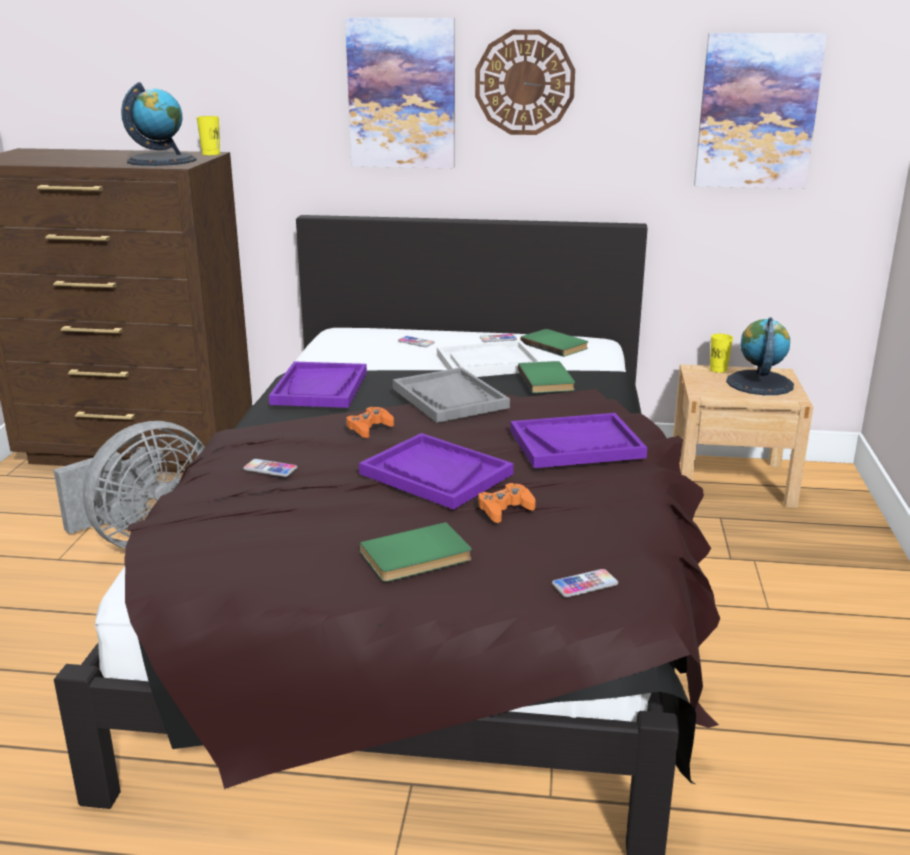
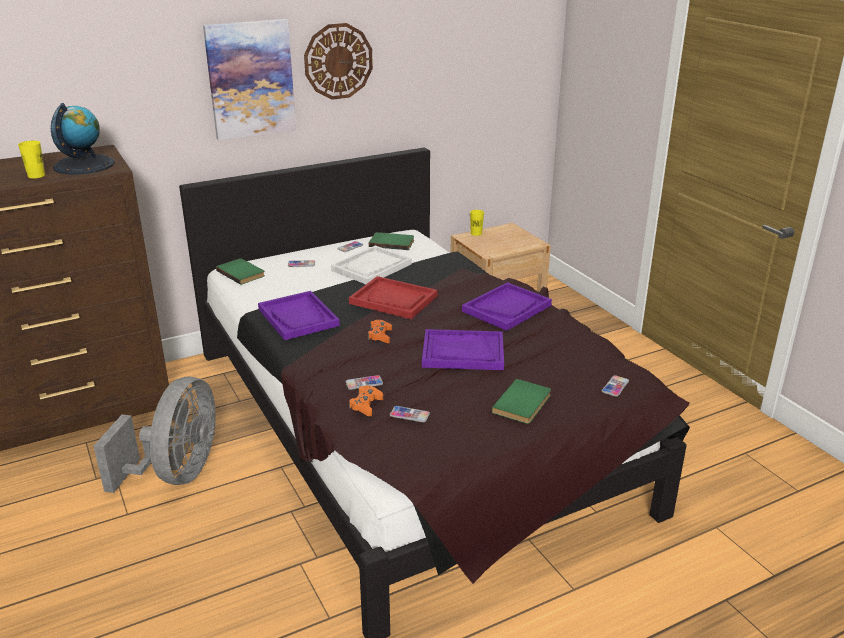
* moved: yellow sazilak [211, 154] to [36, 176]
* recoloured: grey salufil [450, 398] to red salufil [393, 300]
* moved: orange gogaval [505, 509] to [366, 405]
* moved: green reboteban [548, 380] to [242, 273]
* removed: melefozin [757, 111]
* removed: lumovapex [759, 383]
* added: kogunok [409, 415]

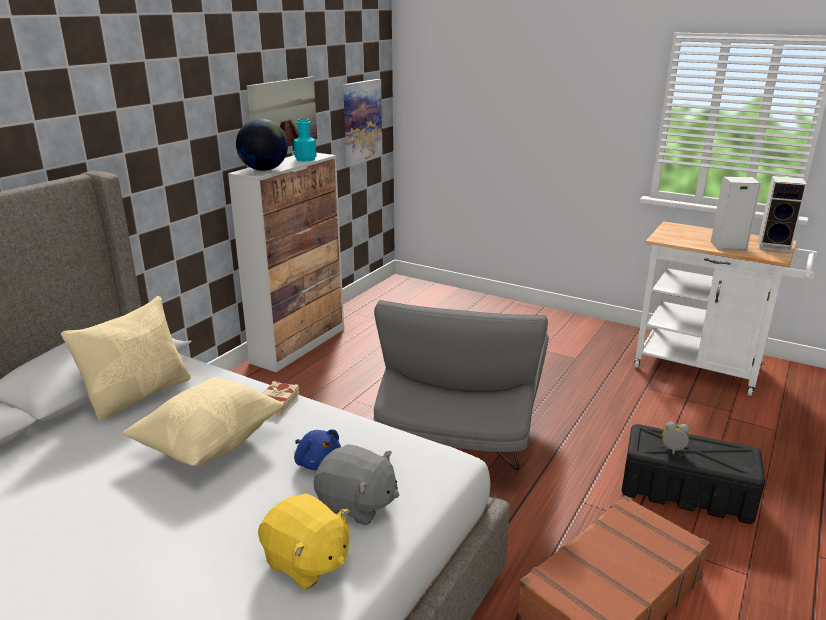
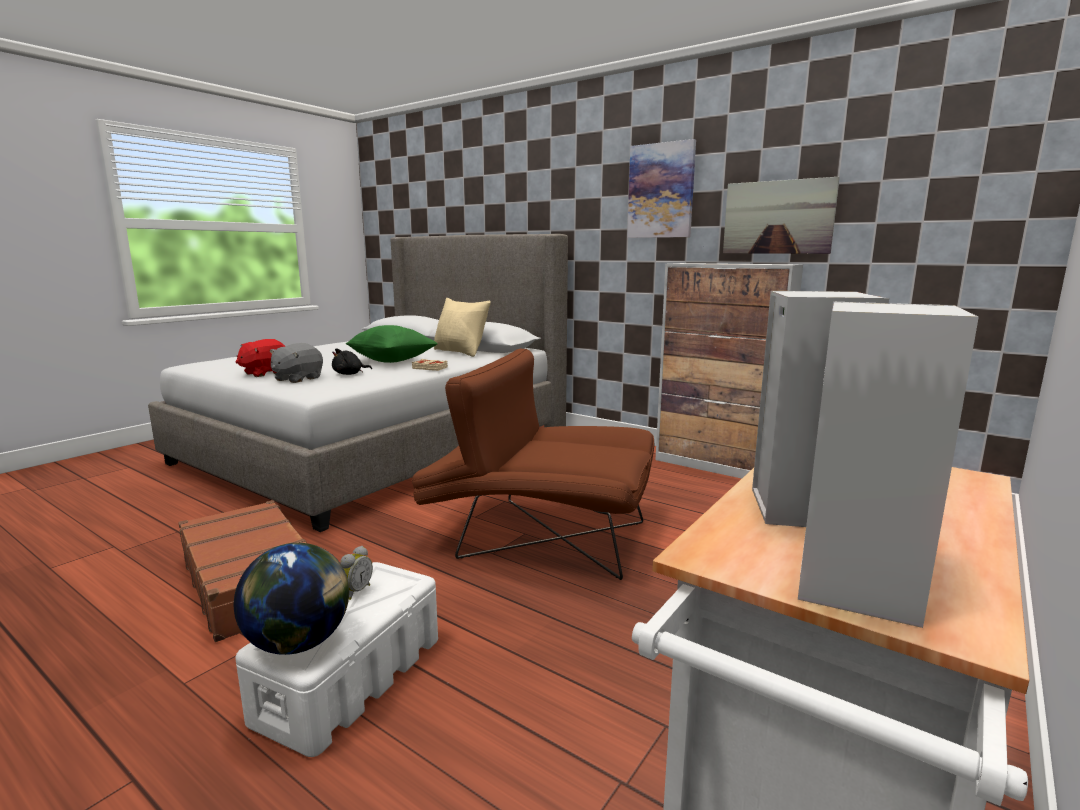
* recoloured: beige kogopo [210, 443] to green kogopo [392, 361]
* moved: lumovapex [264, 170] to [299, 643]
* recoloured: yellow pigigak [306, 562] to red pigigak [265, 373]
* removed: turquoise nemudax [305, 159]
* recoloured: blue pigigak [317, 462] to black pigigak [350, 374]
* moved: melefozin [361, 121] to [661, 191]
* recoloured: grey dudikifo [461, 431] to brown dudikifo [539, 535]
* recoloured: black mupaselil [685, 492] to white mupaselil [352, 678]

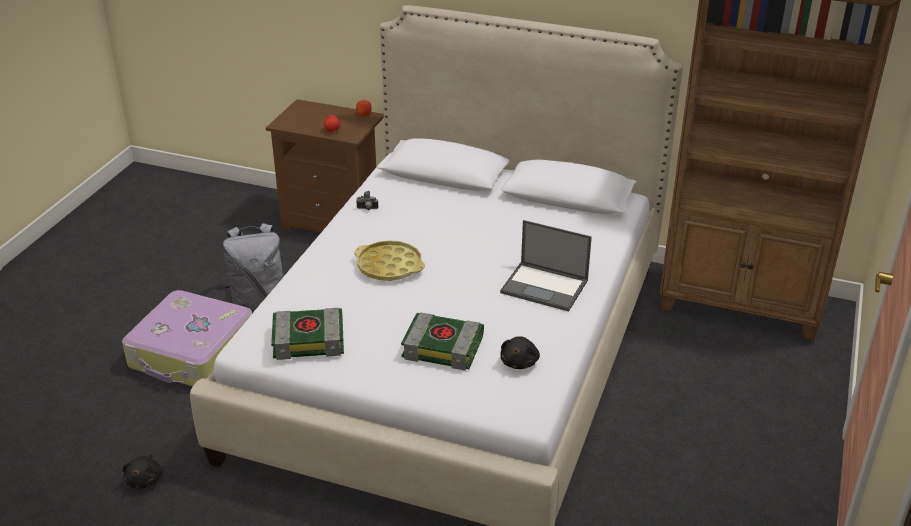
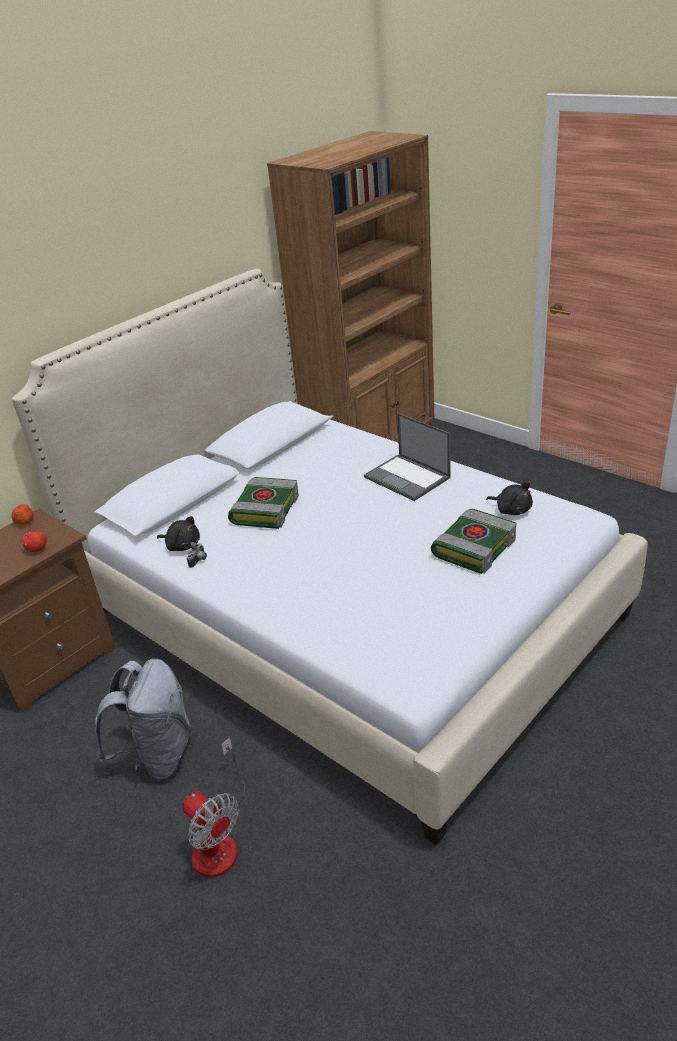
* replaced: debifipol [192, 353] to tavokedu [218, 840]
* moved: black pigigak [145, 479] to [182, 545]
* moved: reboteban [310, 339] to [265, 509]
* removed: yellow salufil [389, 266]
* turned: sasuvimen [545, 287] = [408, 477] 90 degrees clockwise

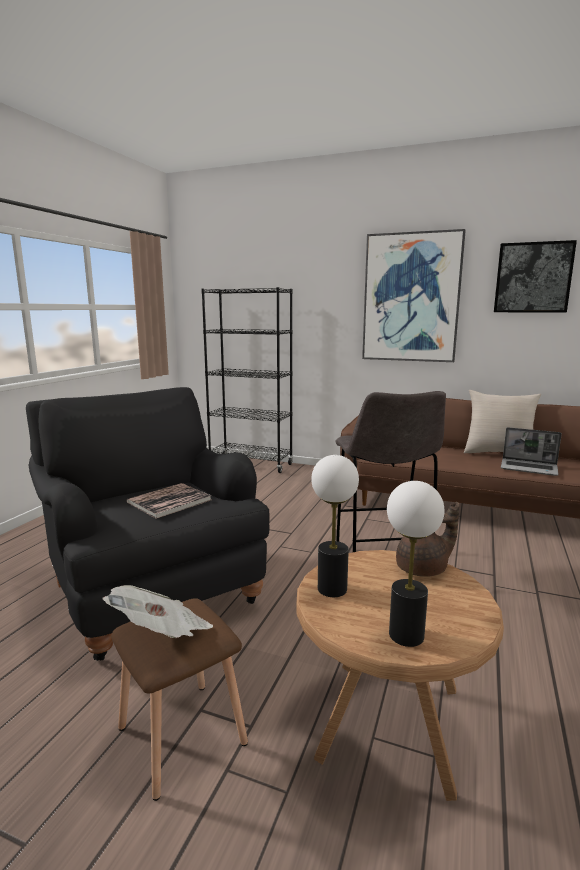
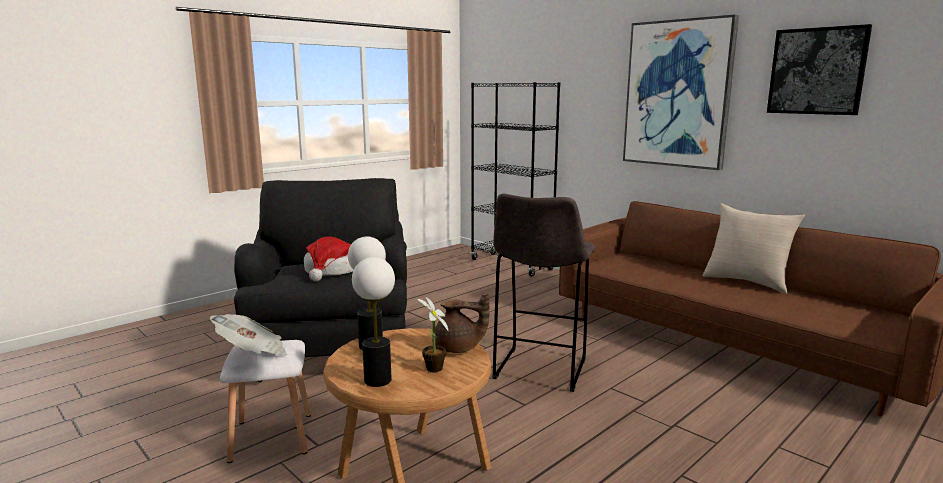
* recoloured: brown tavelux [180, 735] to white tavelux [271, 436]
* replaced: reboteban [169, 501] to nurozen [331, 271]
* removed: sasuvimen [529, 468]
* added: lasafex [433, 370]

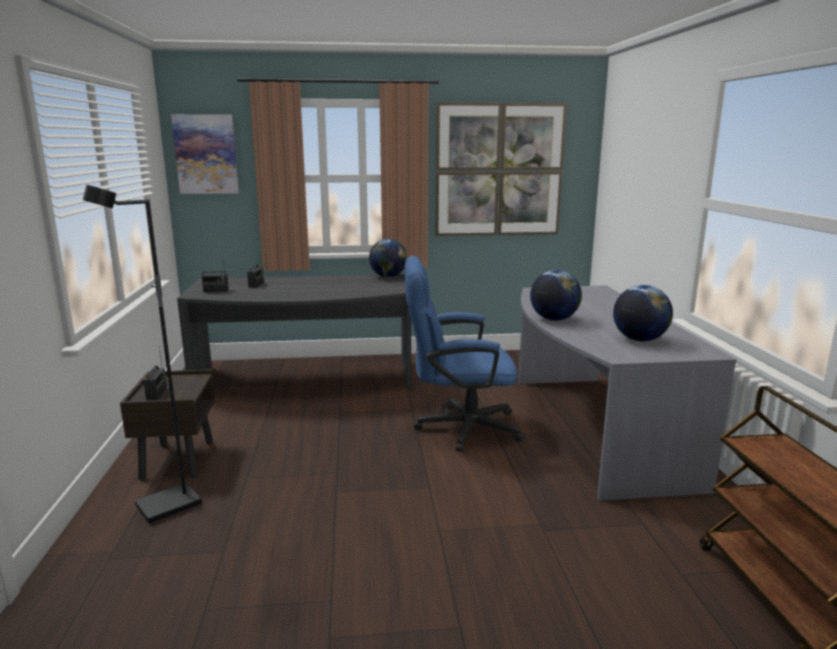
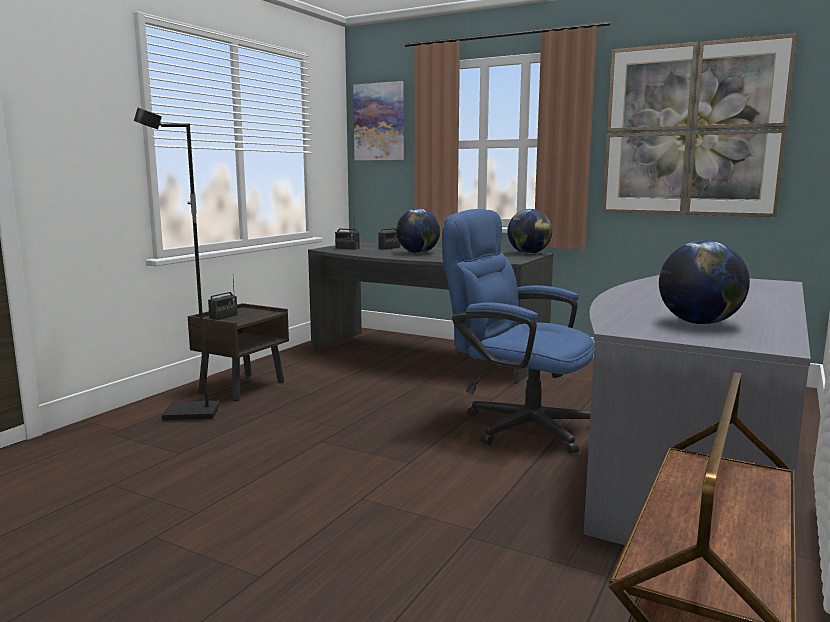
* moved: lumovapex [554, 319] to [418, 253]

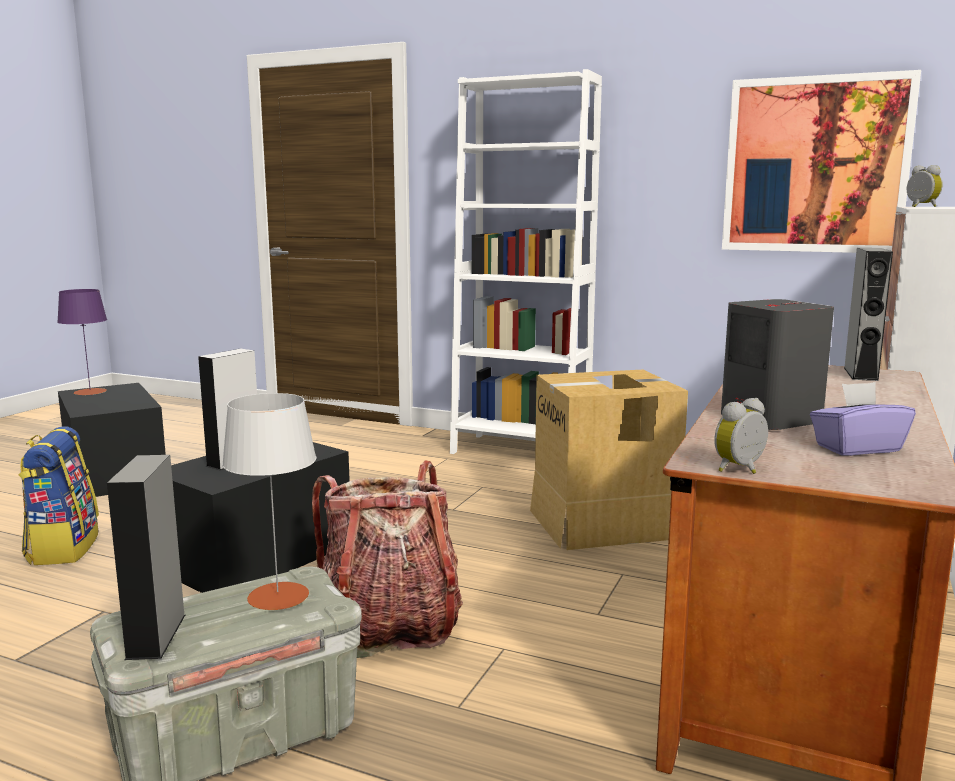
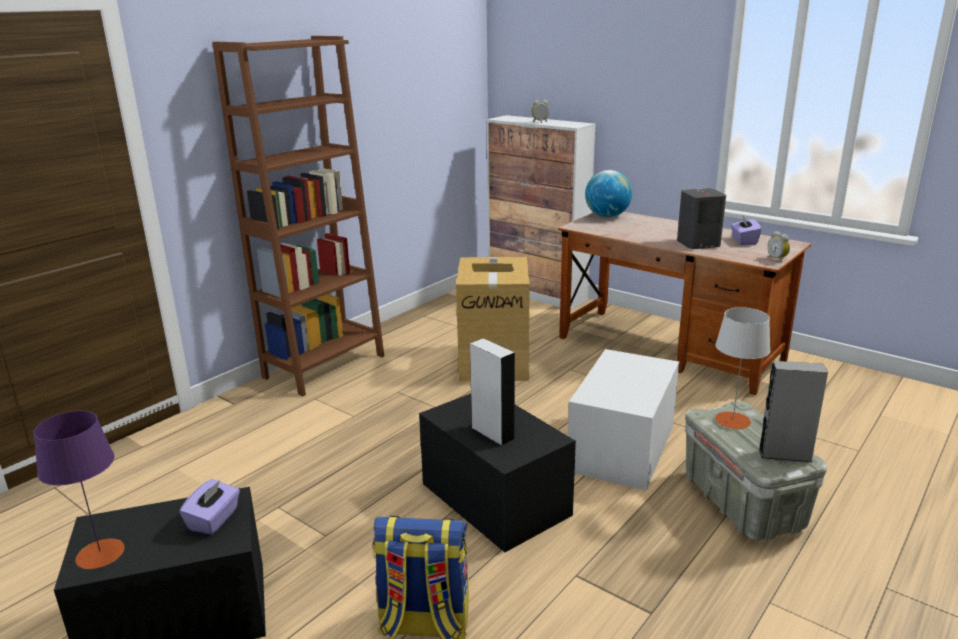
* replaced: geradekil [389, 626] to white mupaselil [622, 448]
* recoloured: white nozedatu [520, 451] to brown nozedatu [324, 366]
* removed: melefozin [815, 165]
* replaced: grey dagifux [860, 374] to lumovapex [607, 216]
* added: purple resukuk [214, 520]

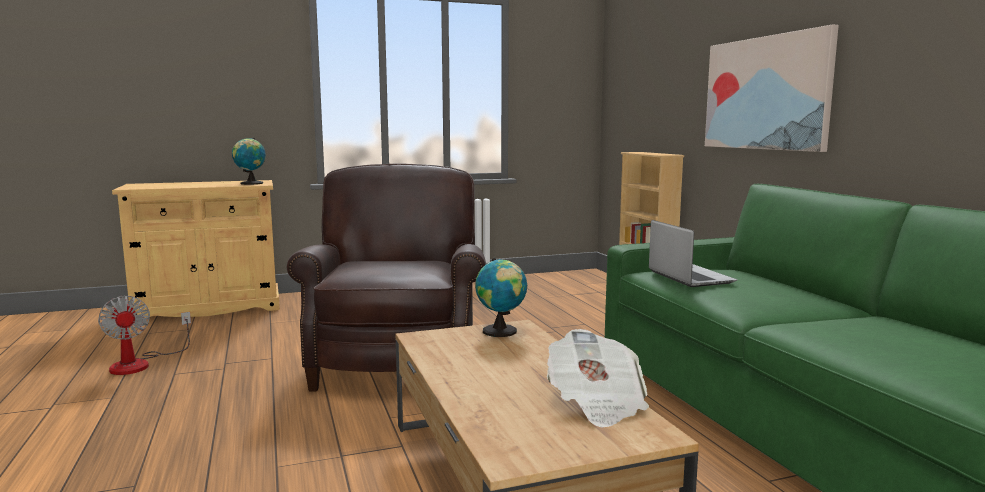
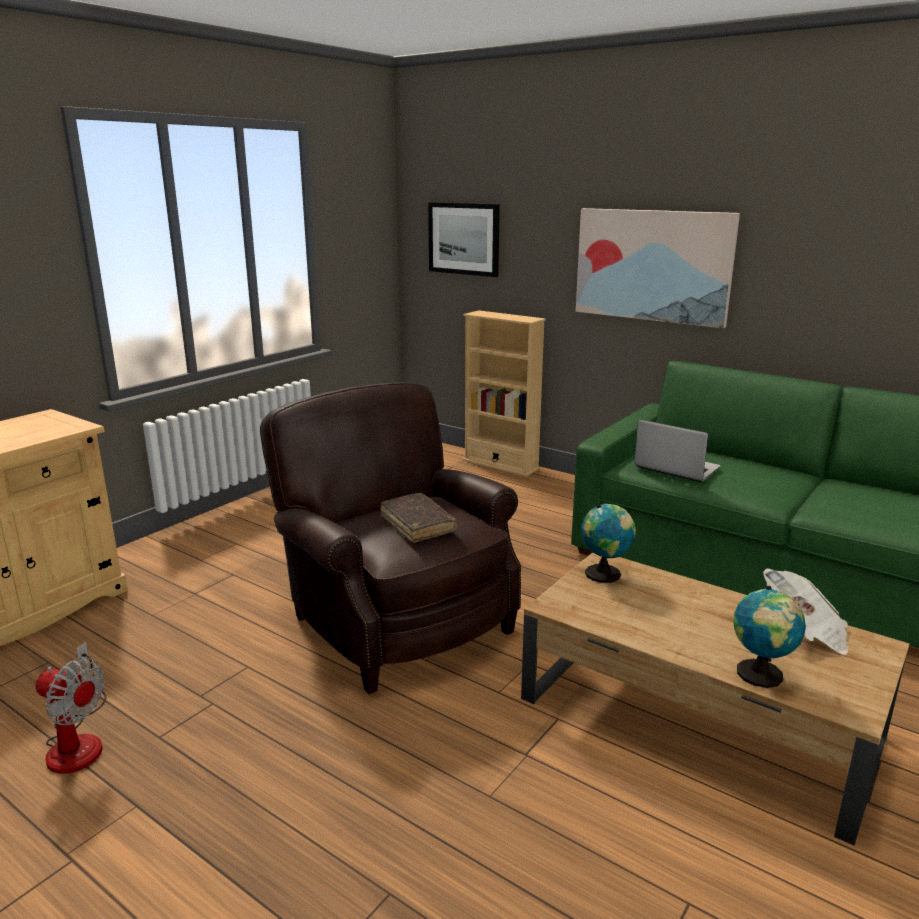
* moved: lumovapex [250, 183] to [761, 676]
* added: brown reboteban [417, 525]
* added: melefozin [464, 239]

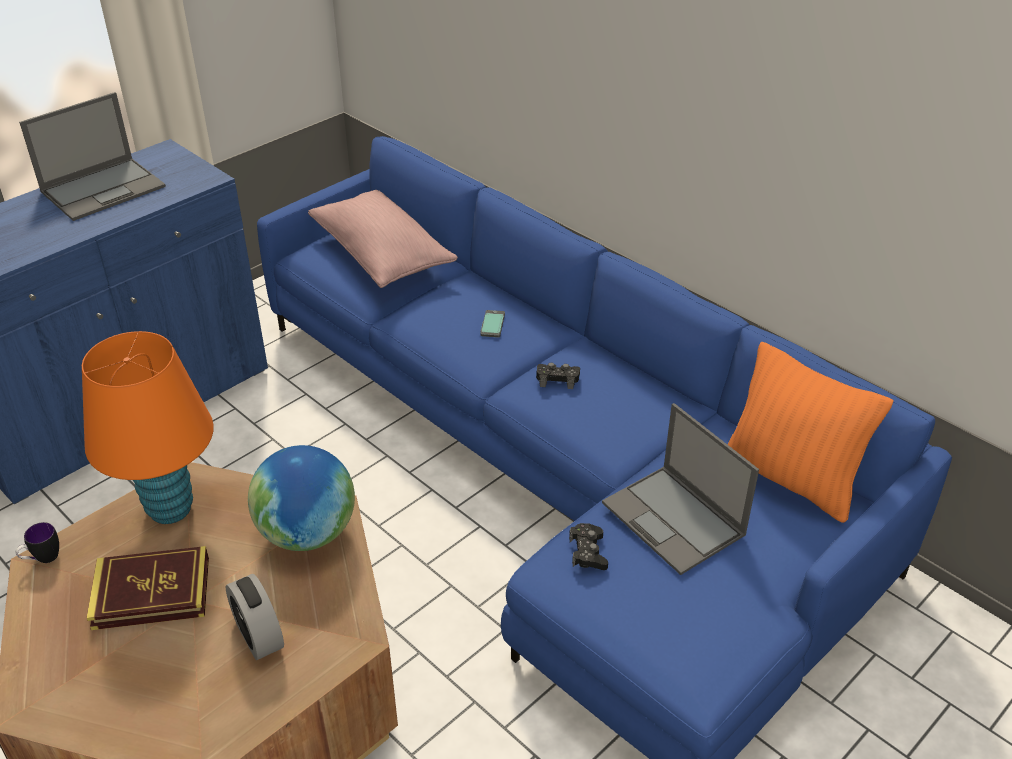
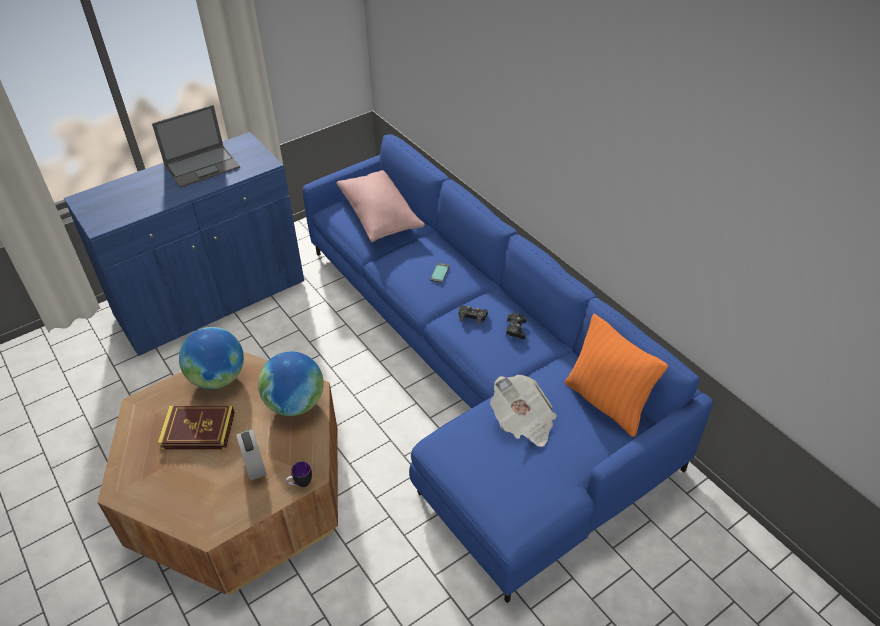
* moved: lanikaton [42, 559] to [300, 484]
* replaced: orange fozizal [170, 509] to lumovapex [217, 378]
* moved: black gogaval [588, 552] to [516, 329]
* replaced: sasuvimen [674, 519] to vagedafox [523, 422]

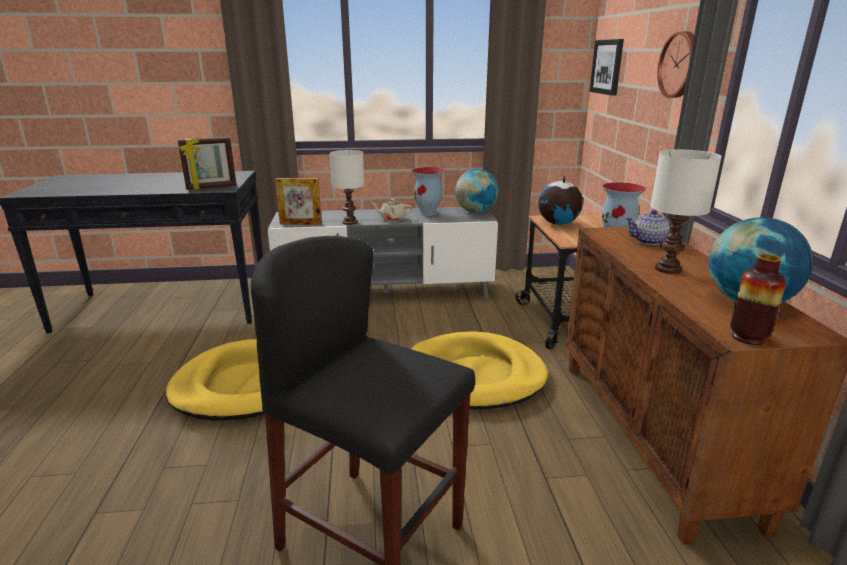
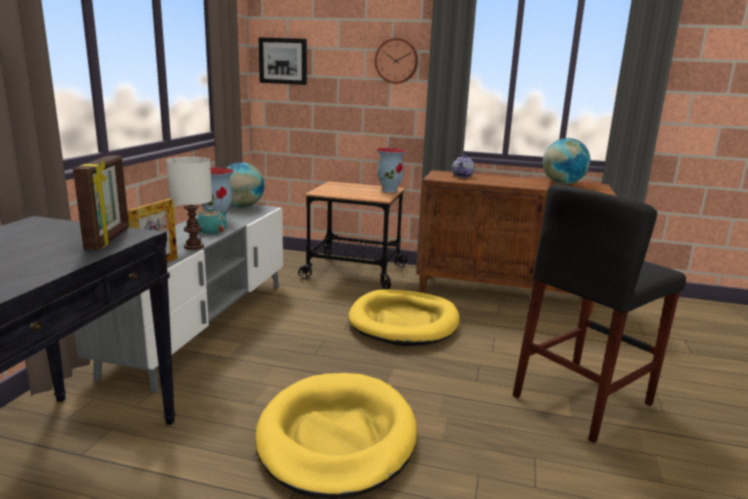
* recoloured: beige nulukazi [392, 218] to turquoise nulukazi [211, 231]
* removed: lumovapex [557, 223]
* removed: white fozizal [667, 269]
* removed: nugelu [748, 337]

